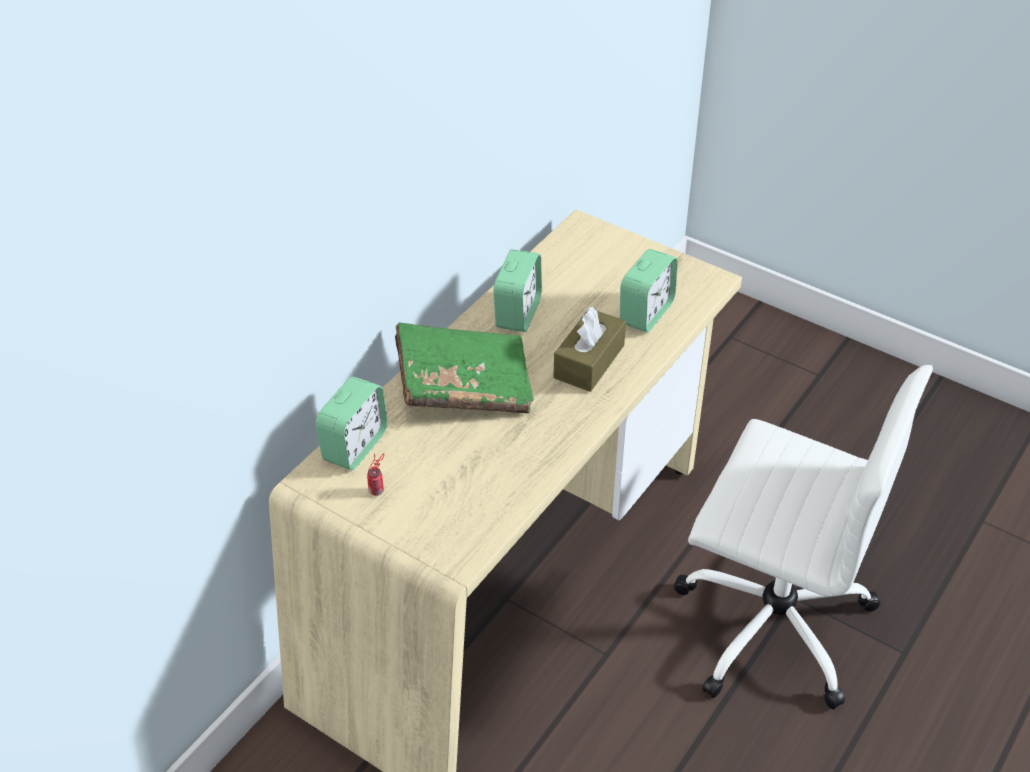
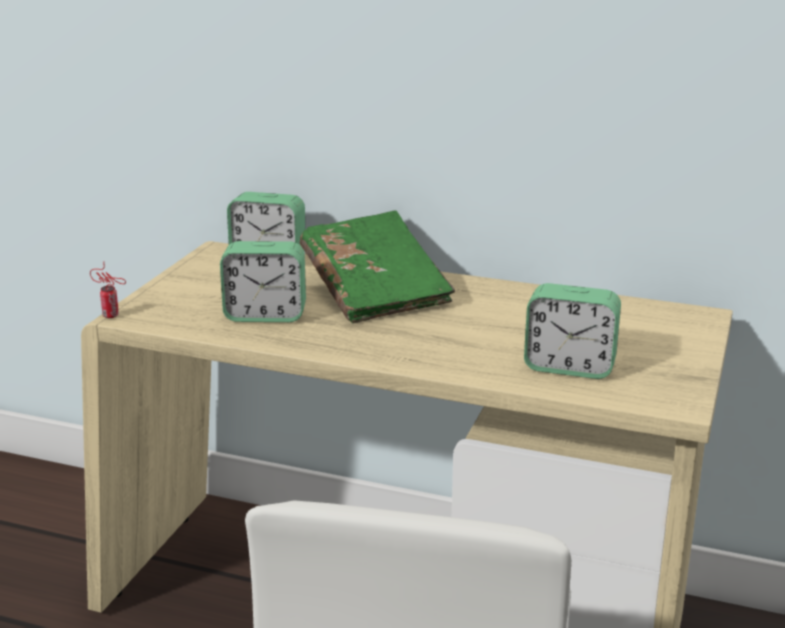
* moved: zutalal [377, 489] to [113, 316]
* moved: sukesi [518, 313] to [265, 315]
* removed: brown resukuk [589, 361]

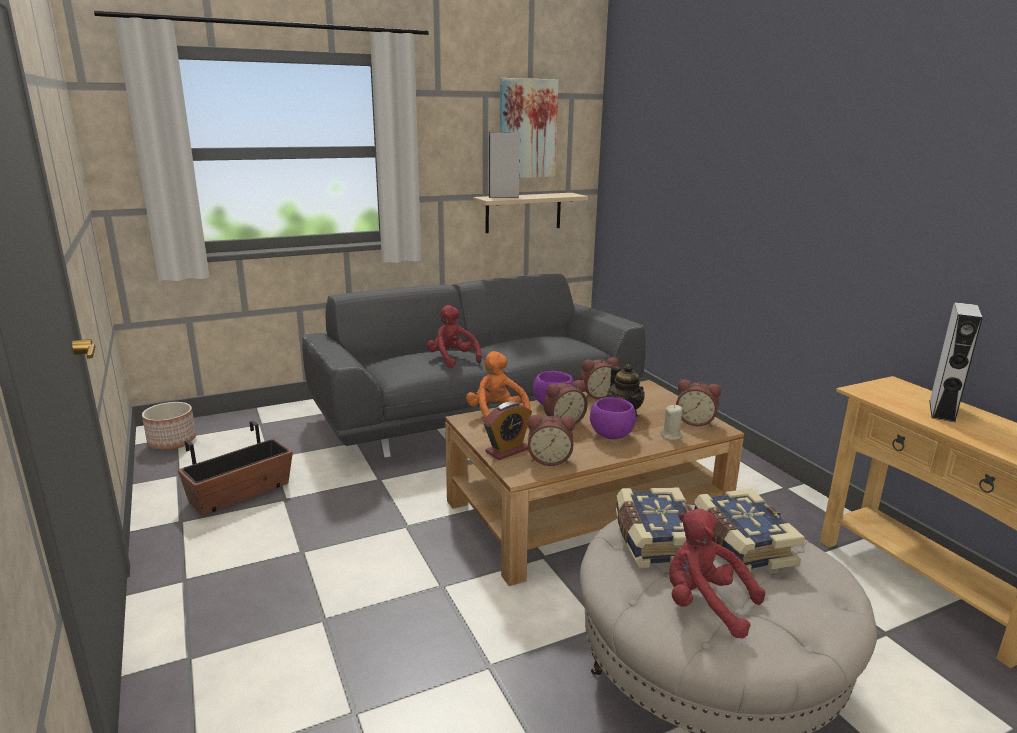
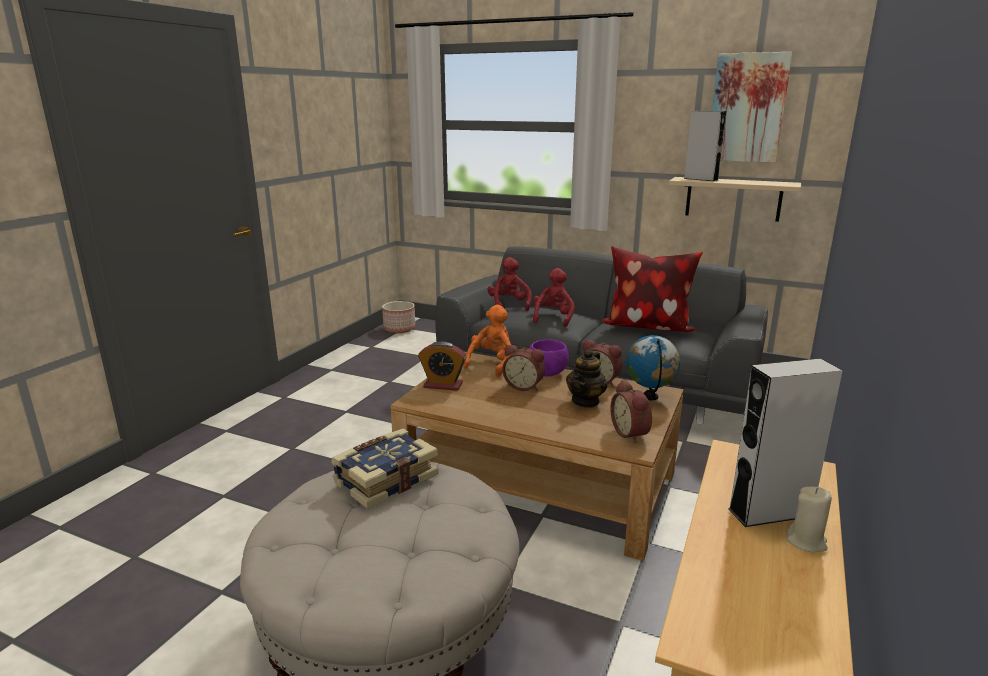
* removed: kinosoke [240, 493]
* removed: sukesi [549, 459]
* removed: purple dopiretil [611, 435]
* moved: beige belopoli [671, 436] to [806, 541]
* moved: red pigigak [704, 605] to [509, 305]
* removed: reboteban [740, 545]
* added: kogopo [647, 327]
* added: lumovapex [649, 397]

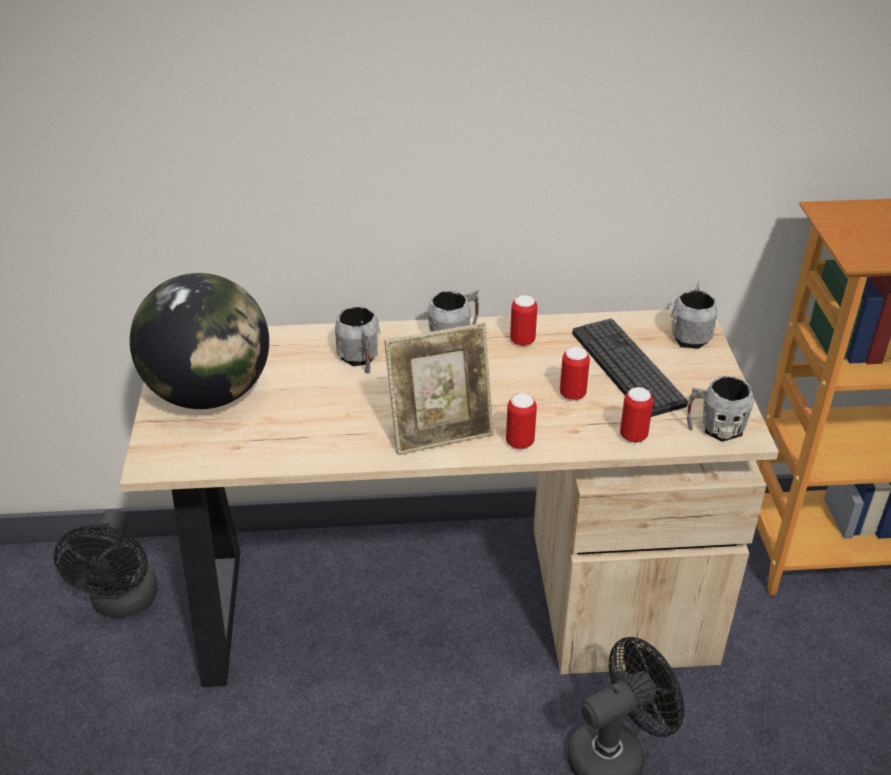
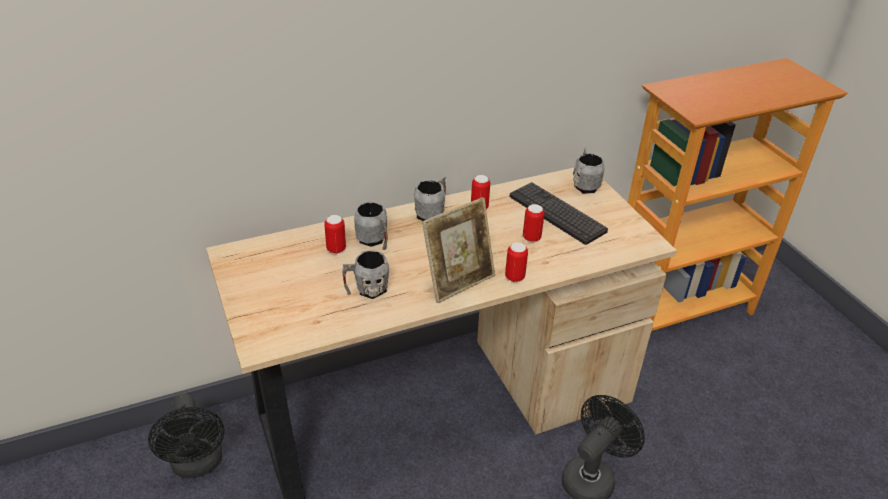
* removed: lumovapex [209, 394]
* moved: zutalal [633, 436] to [336, 249]
* moved: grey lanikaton [714, 429] to [366, 290]

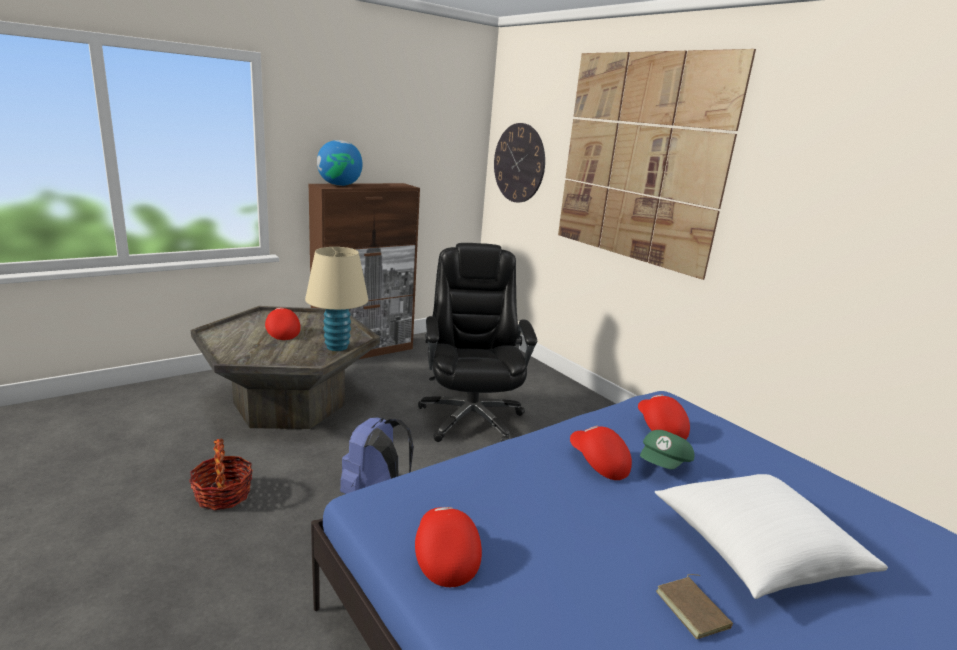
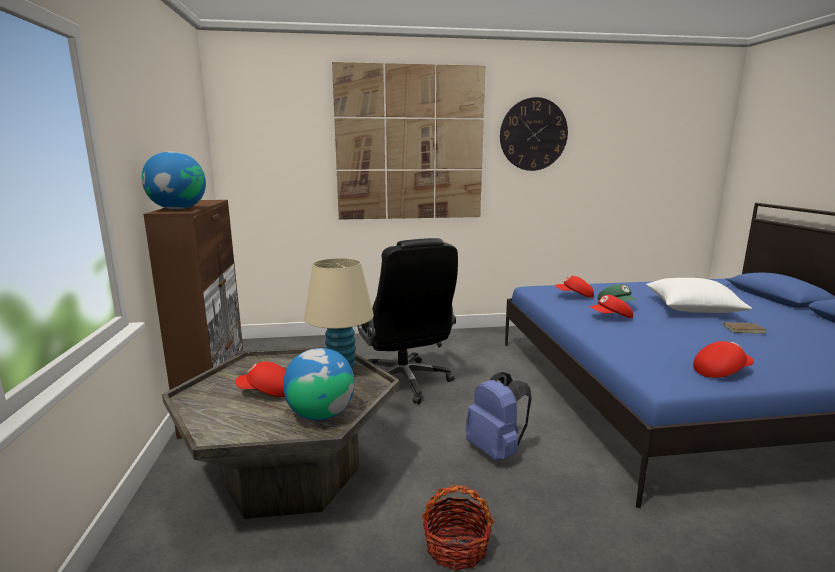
* turned: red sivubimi [444, 556] = [720, 371] 150 degrees clockwise
* turned: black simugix [471, 417] = [404, 382] 135 degrees counterclockwise
* moved: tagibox [519, 163] to [533, 134]
* added: lumovapex [321, 414]

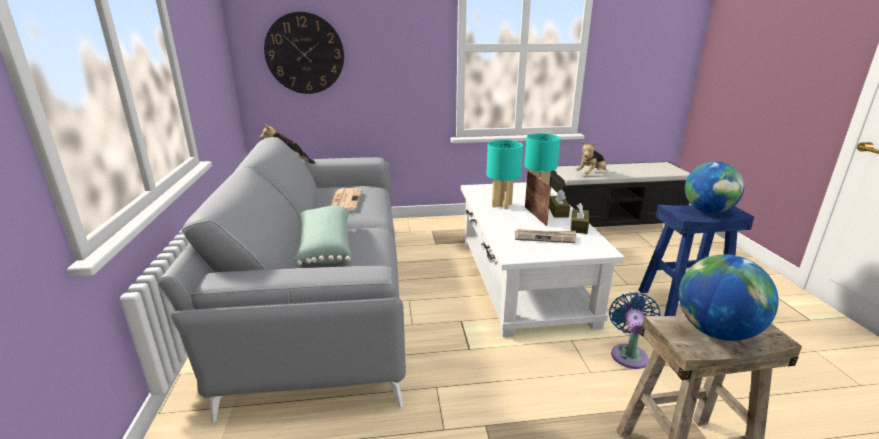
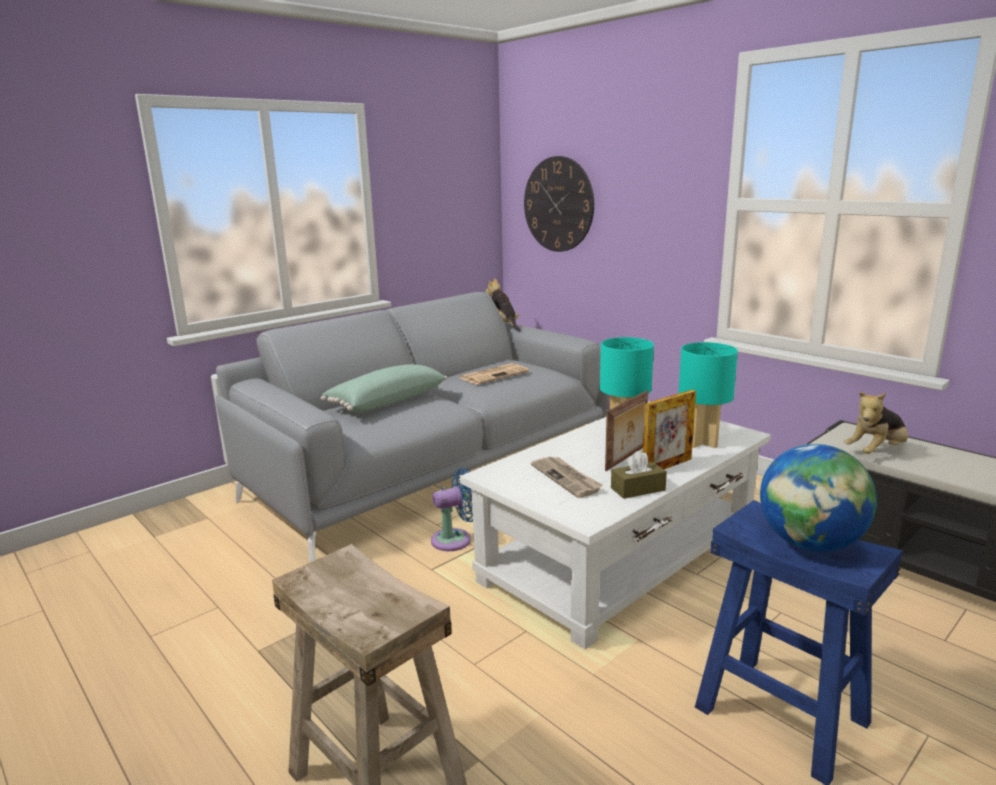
* replaced: brown resukuk [558, 212] to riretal [667, 466]
* turned: pigigak [591, 174] = [876, 452] 45 degrees counterclockwise
* moved: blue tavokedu [629, 354] to [455, 539]
* removed: lumovapex [715, 332]

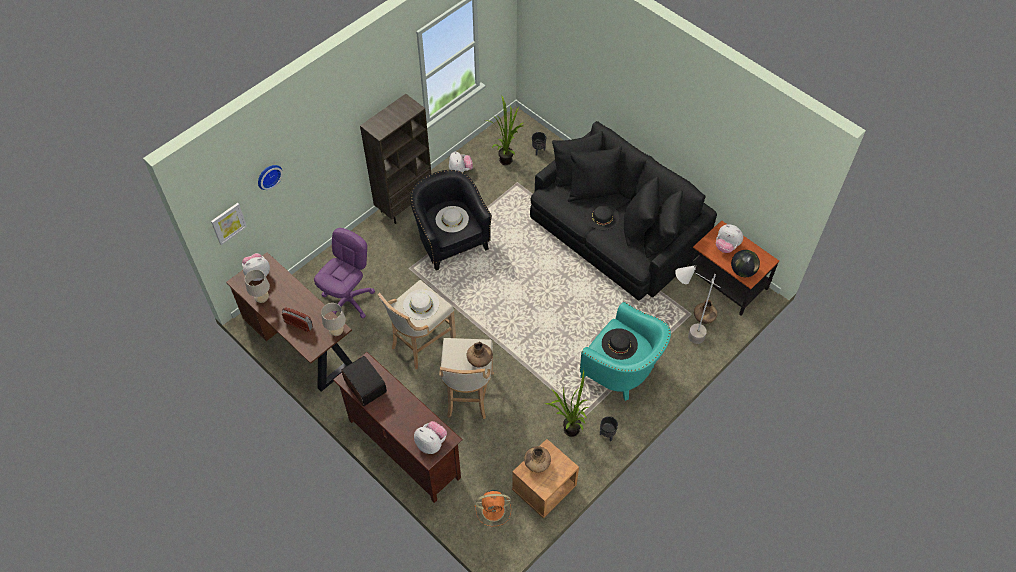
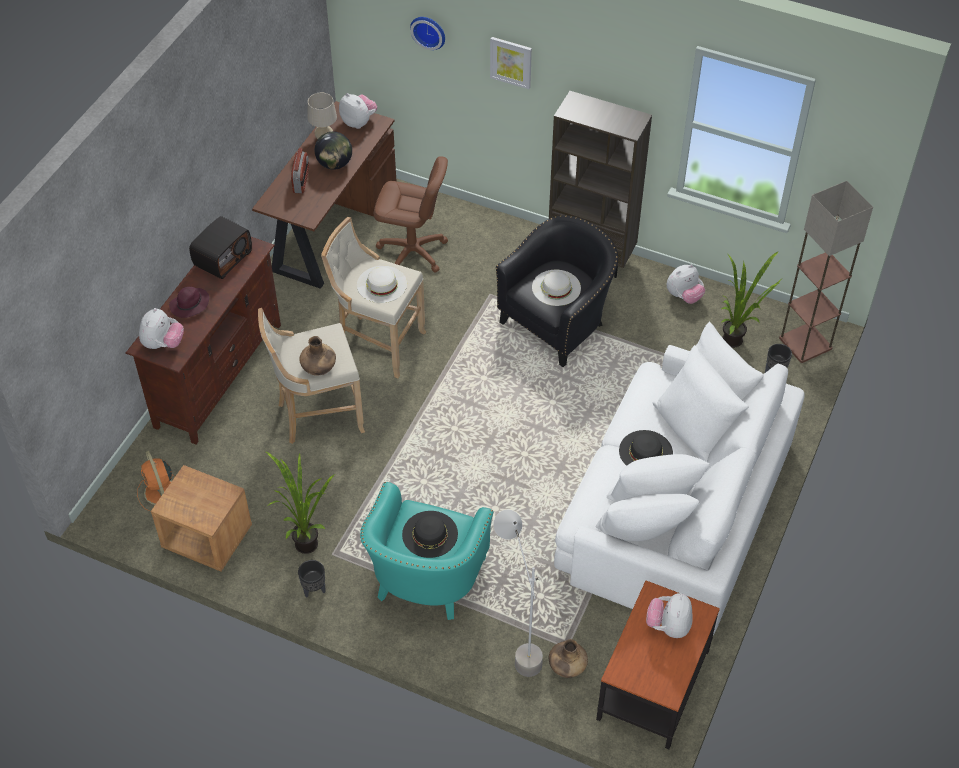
* moved: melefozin [228, 223] to [511, 62]
* recoloured: purple simugix [348, 300] to brown simugix [412, 252]
* removed: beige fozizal [337, 332]
* removed: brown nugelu [537, 463]
* recoloured: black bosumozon [616, 231] to white bosumozon [674, 510]
* moved: lumovapex [742, 271] to [334, 164]
* added: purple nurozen [189, 305]
* added: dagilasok [805, 342]

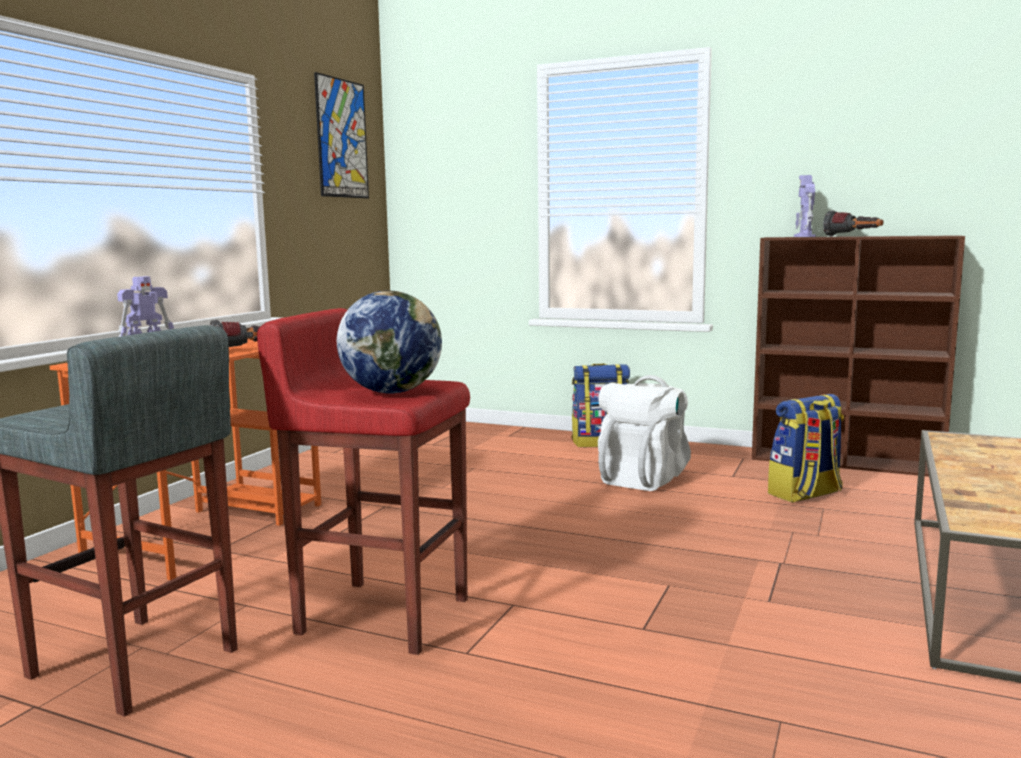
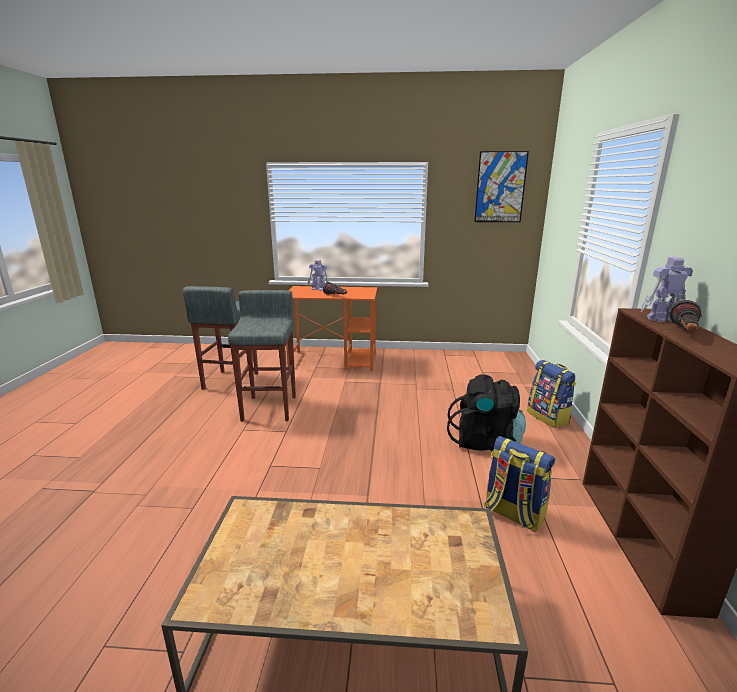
* recoloured: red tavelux [382, 614] to grey tavelux [270, 408]
* removed: lumovapex [392, 392]
* recoloured: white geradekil [643, 478] to black geradekil [485, 442]

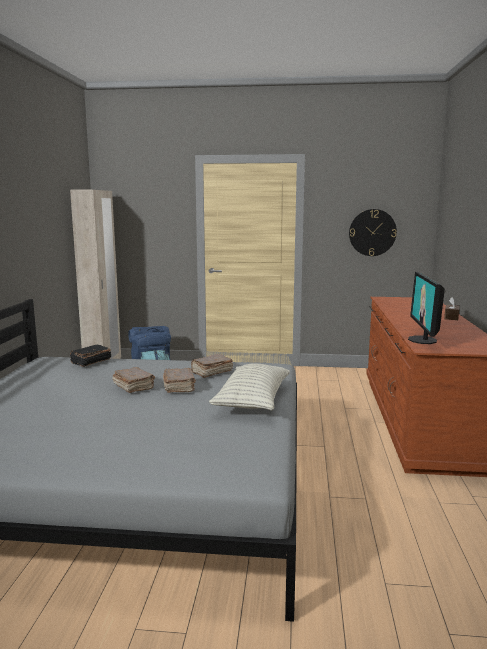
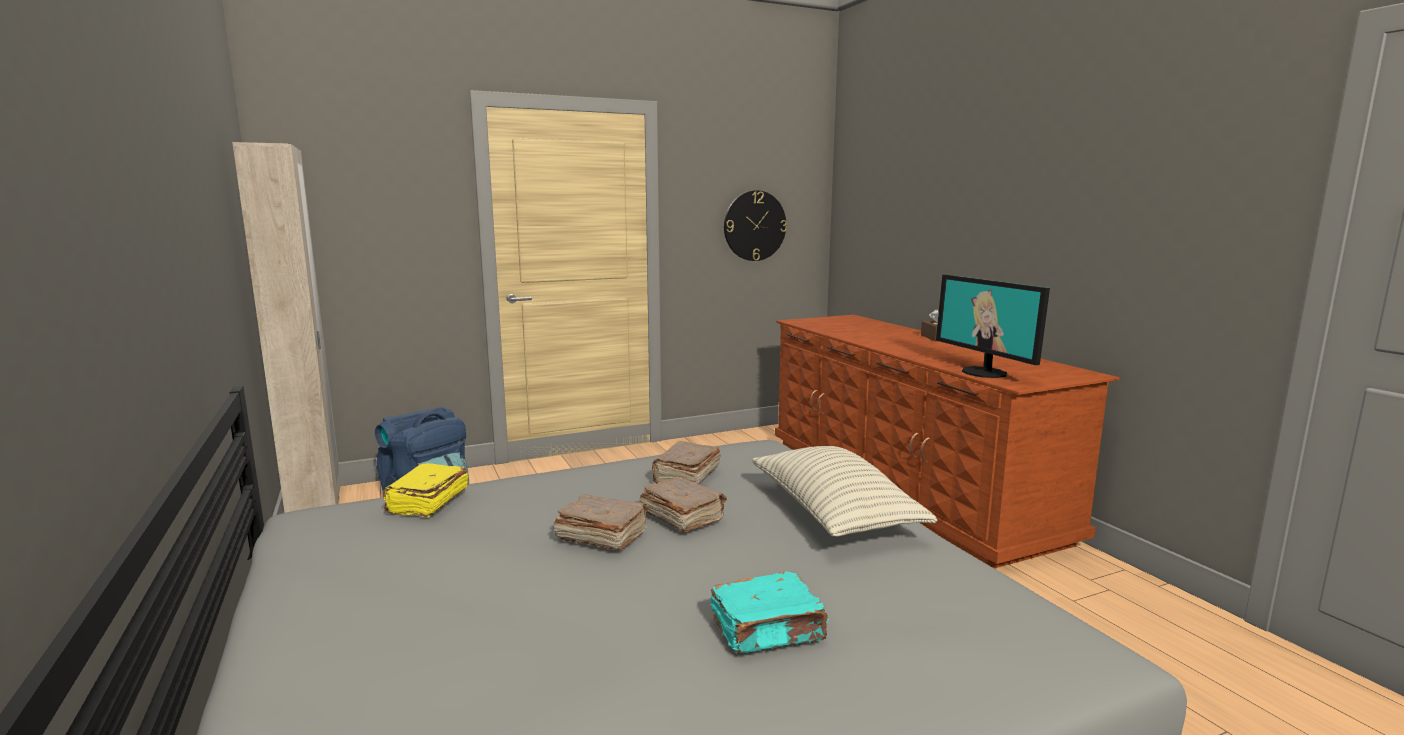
* recoloured: black reboteban [90, 362] to yellow reboteban [427, 503]
* added: turquoise reboteban [769, 630]

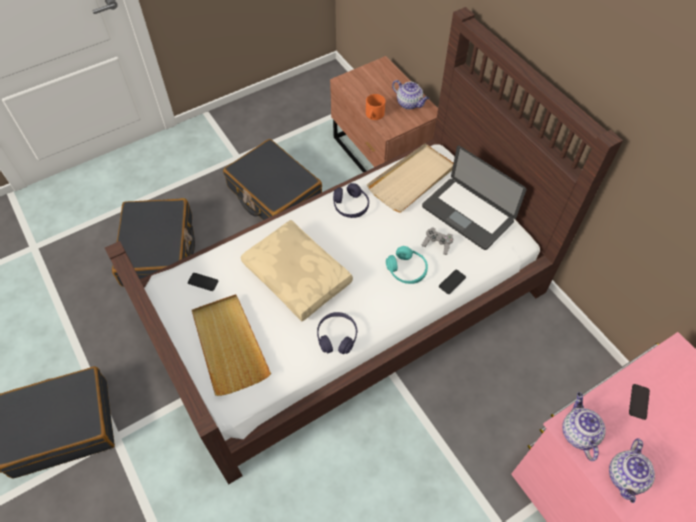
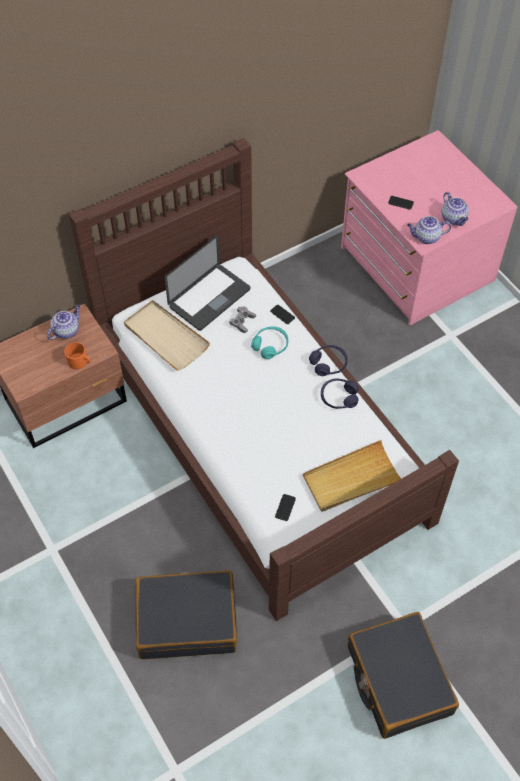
* removed: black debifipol [274, 194]
* removed: beige kogopo [299, 275]
* moved: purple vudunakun [351, 206] to [328, 364]
* turned: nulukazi [626, 478] = [454, 218] 45 degrees clockwise

